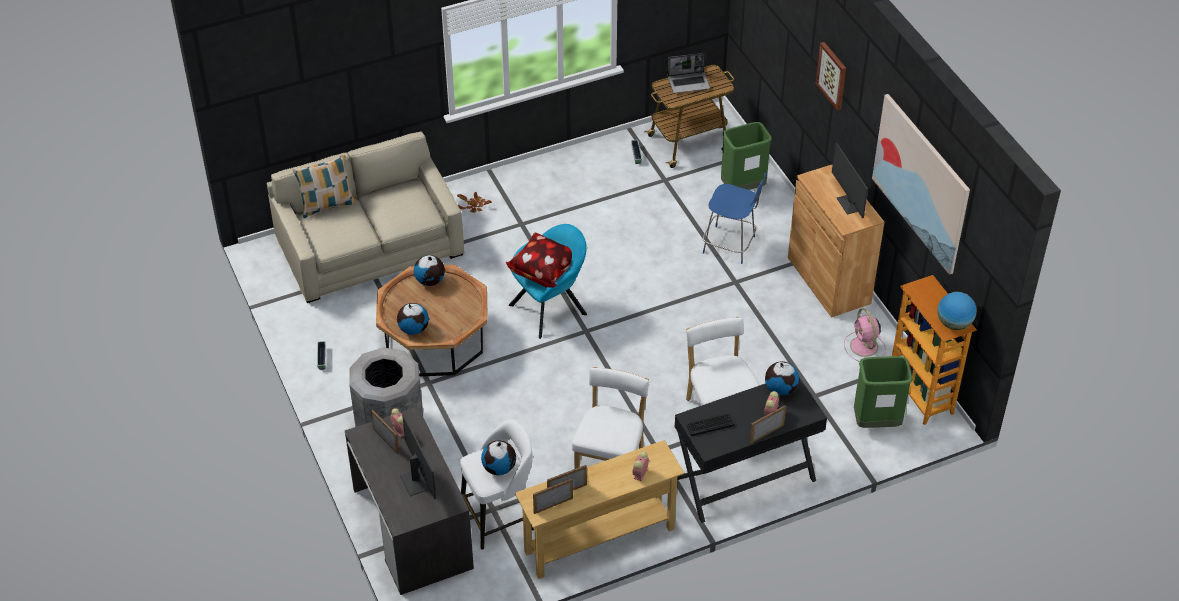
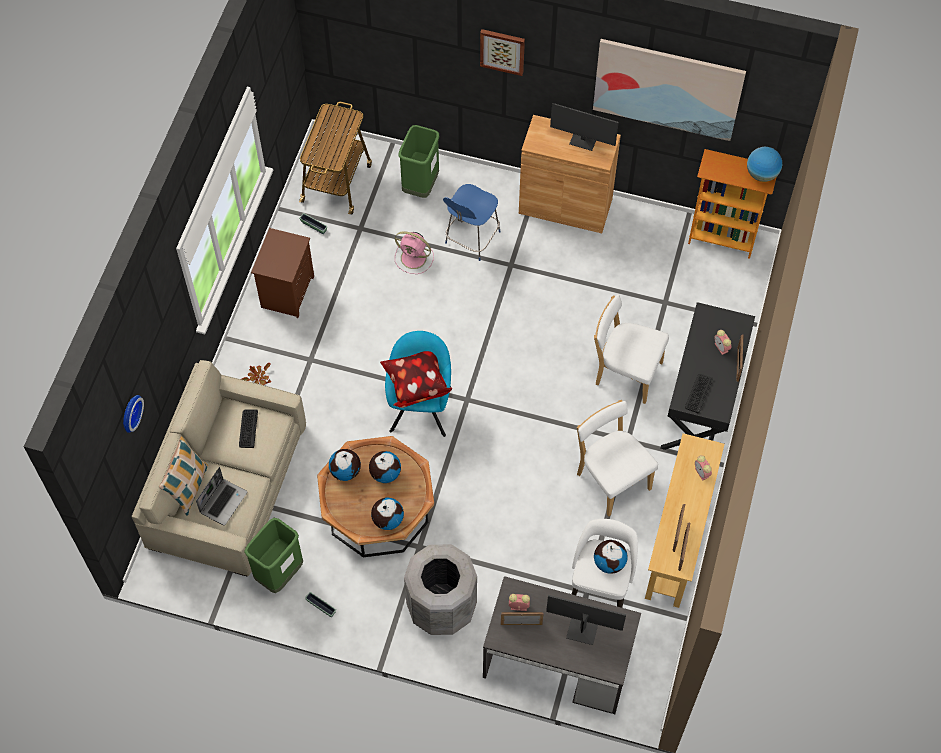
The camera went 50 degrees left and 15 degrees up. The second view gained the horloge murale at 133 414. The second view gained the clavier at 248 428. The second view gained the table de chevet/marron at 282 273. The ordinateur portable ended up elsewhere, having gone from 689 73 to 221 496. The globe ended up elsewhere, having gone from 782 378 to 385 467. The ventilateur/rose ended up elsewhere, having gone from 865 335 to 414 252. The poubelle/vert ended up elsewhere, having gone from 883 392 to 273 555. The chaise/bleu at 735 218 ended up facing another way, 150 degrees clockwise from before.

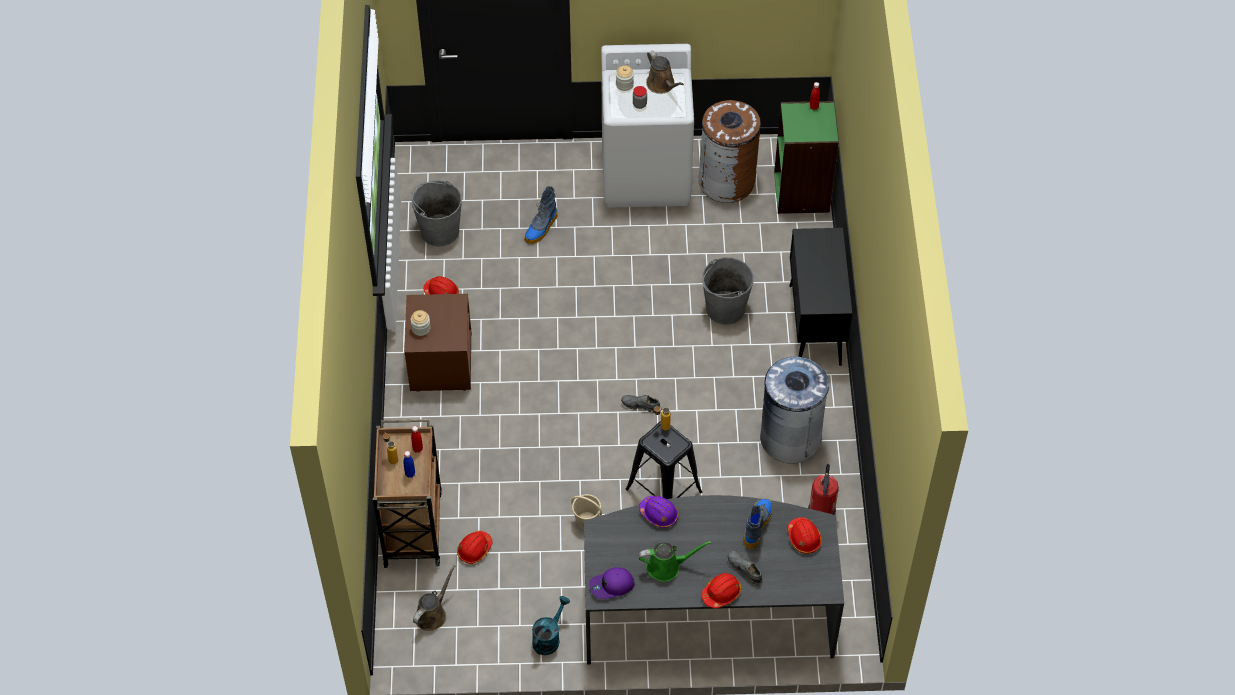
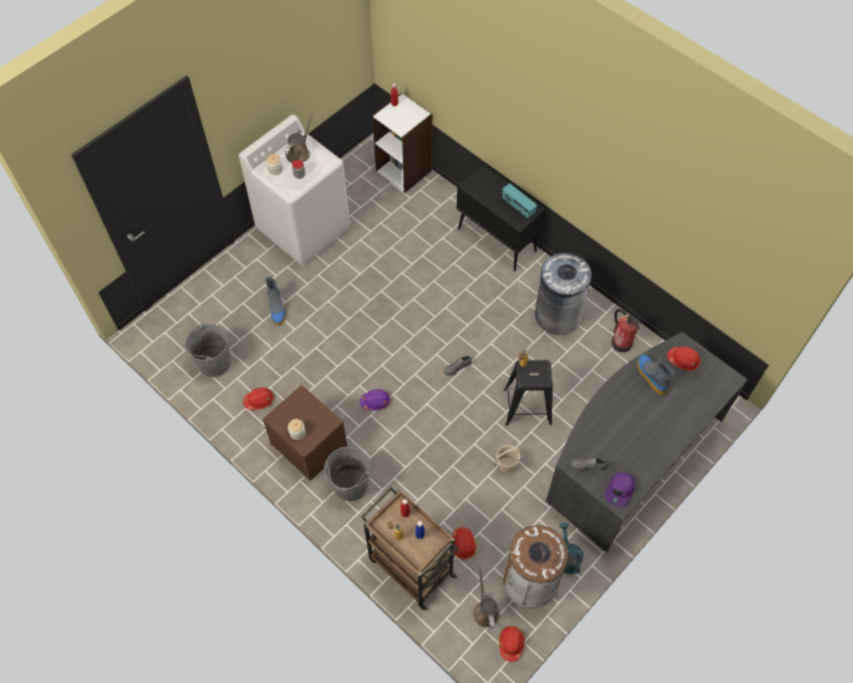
The camera went 45 degrees left and 5 degrees up. The second view lost the arrosoir/vert at 675 561. The second view gained the radio at 519 200. The casque de chantier/violet ended up elsewhere, having gone from 658 512 to 375 400. The poubelle/marron ended up elsewhere, having gone from 729 151 to 536 566. The casque de chantier/rouge ended up elsewhere, having gone from 721 590 to 512 644. The seau/gris ended up elsewhere, having gone from 727 291 to 347 474. The chaussure/gris ended up elsewhere, having gone from 745 568 to 589 464. What was the bibliothèque/vert at 806 157 turned into the bibliothèque/blanc at 402 143. The arrosoir/marron at 665 72 ended up facing another way, 75 degrees counterclockwise from before.

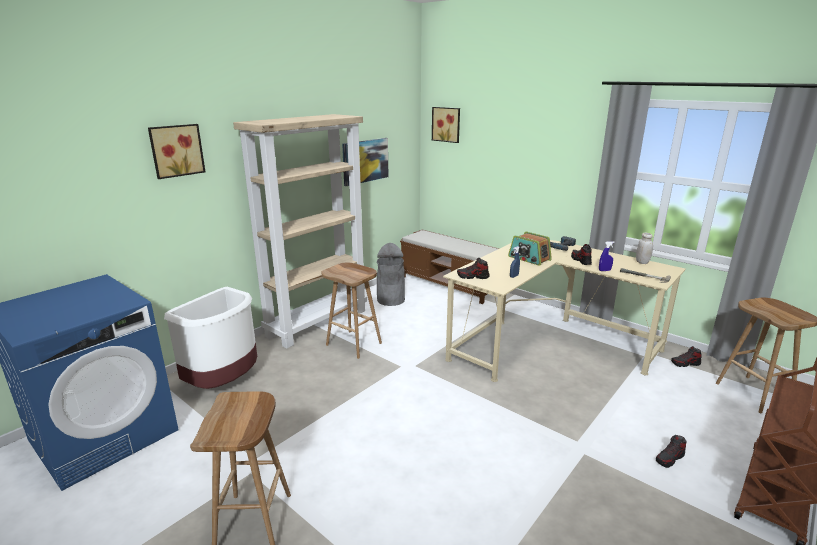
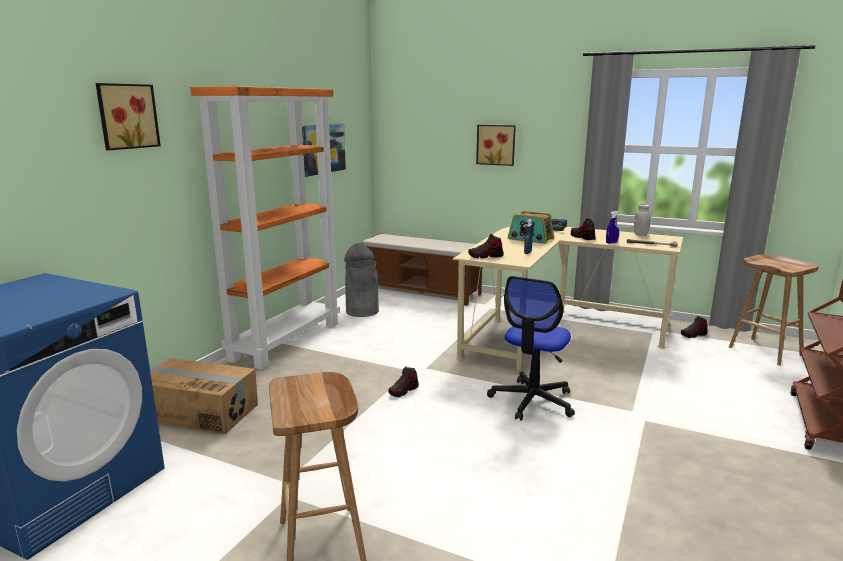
The camera went 15 degrees left and 5 degrees down. The second view lost the tabouret/marron at 351 311. The second view gained the chaise de bureau at 531 348. The tableau ended up elsewhere, having gone from 446 125 to 496 145. The chaussure ended up elsewhere, having gone from 671 451 to 403 382. Where the poubelle/blanc stood at 210 338, the carton came to stand at 204 396. What was the bibliothèque/beige at 300 231 turned into the bibliothèque/orange at 265 228.

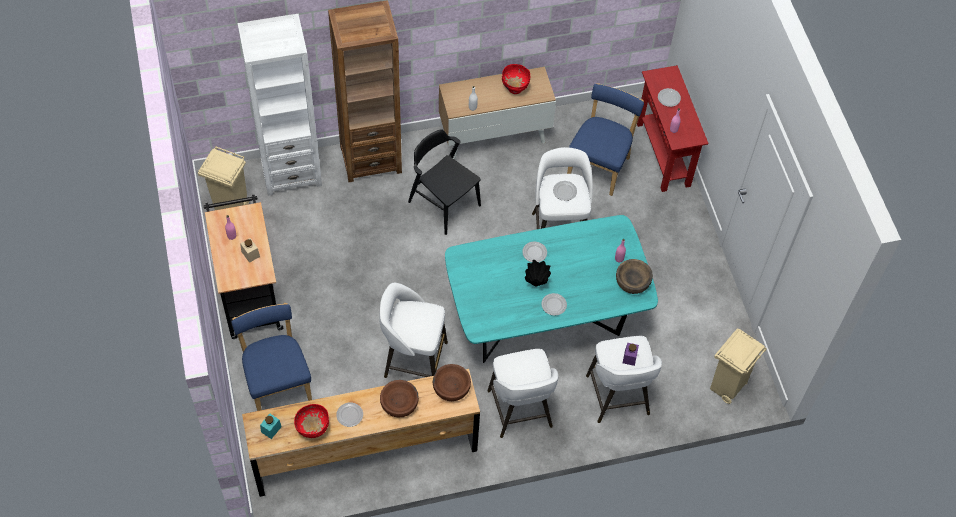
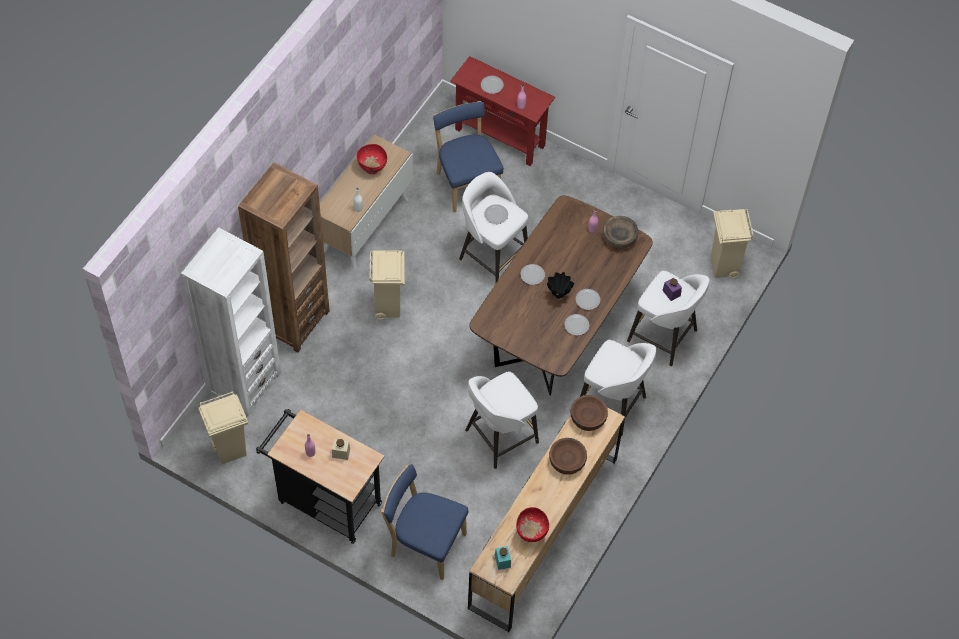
The camera went 45 degrees left and 0 degrees up. The assiette ended up elsewhere, having gone from 349 414 to 576 324. Where the chaise/noir stood at 444 182, the poubelle/beige came to stand at 387 285. What was the table à manger/turquoise at 551 289 turned into the table à manger/marron at 561 296.

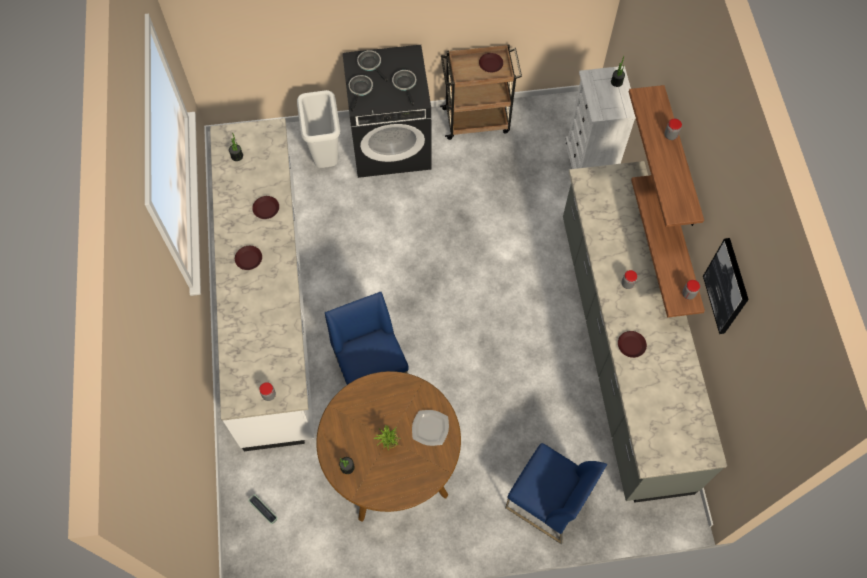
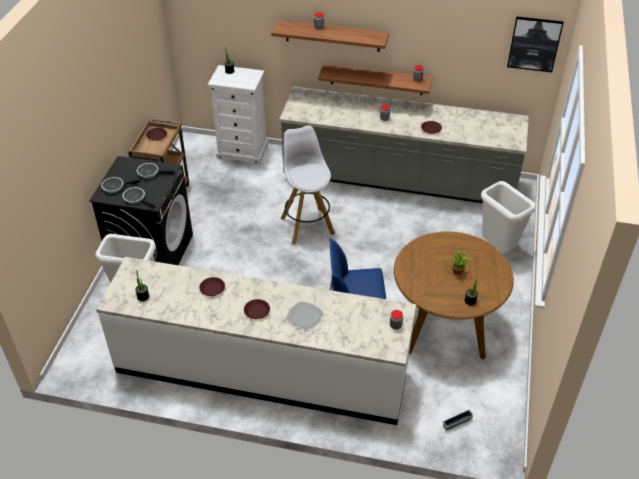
The camera went 70 degrees left and 20 degrees down. The second view gained the tabouret/blanc at 308 185. The assiette ended up elsewhere, having gone from 430 428 to 304 315. The tableau ended up elsewhere, having gone from 726 286 to 535 44. Where the chaise/bleu stood at 556 493, the poubelle/blanc came to stand at 508 217.

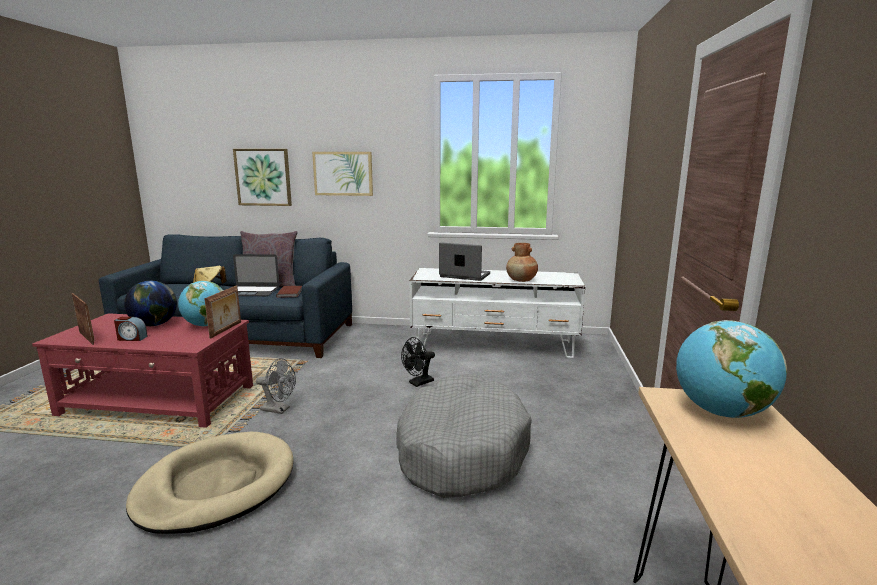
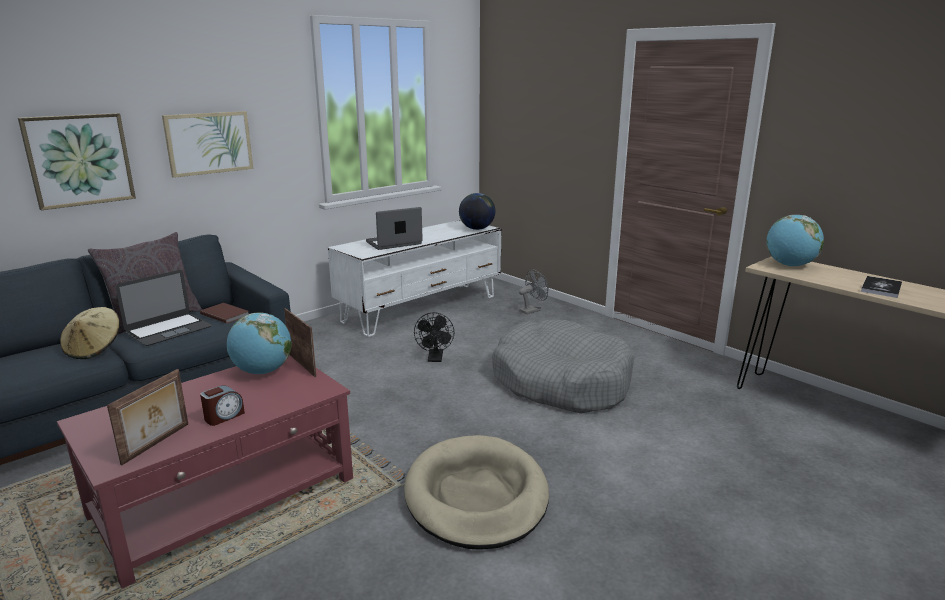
The camera went 50 degrees left and 5 degrees up. The second view lost the vase/marron at 522 262. The second view gained the livre at 881 287. The globe ended up elsewhere, having gone from 150 303 to 477 211. The ventilateur/gris ended up elsewhere, having gone from 276 386 to 534 291. The cadre photo at 83 319 ended up facing another way, 120 degrees clockwise from before.

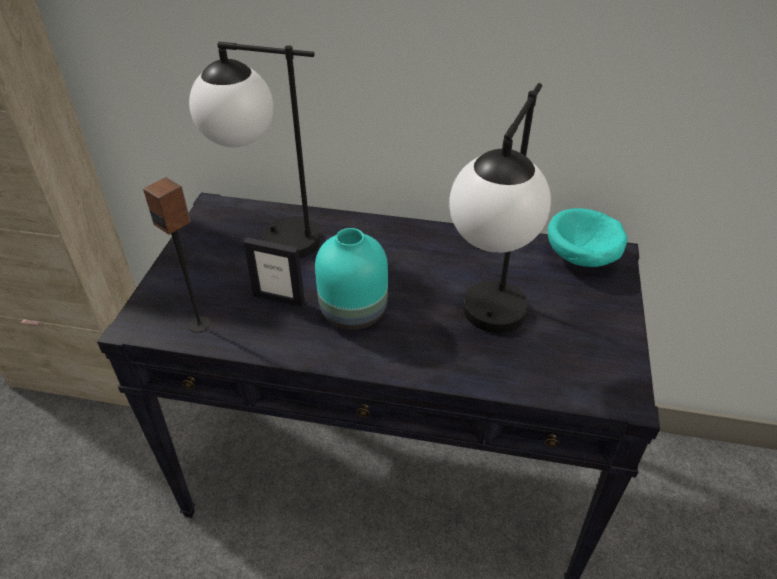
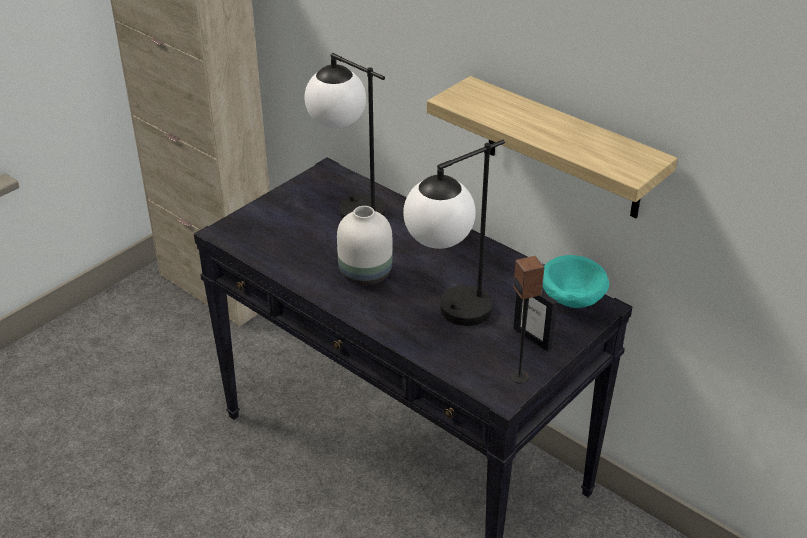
The camera went 30 degrees right and 5 degrees down. The second view gained the étagère at 552 147. The enceinte ended up elsewhere, having gone from 177 255 to 527 319. The cadre photo ended up elsewhere, having gone from 274 272 to 535 321. What was the vase/turquoise at 351 279 turned into the vase/blanc at 364 246.

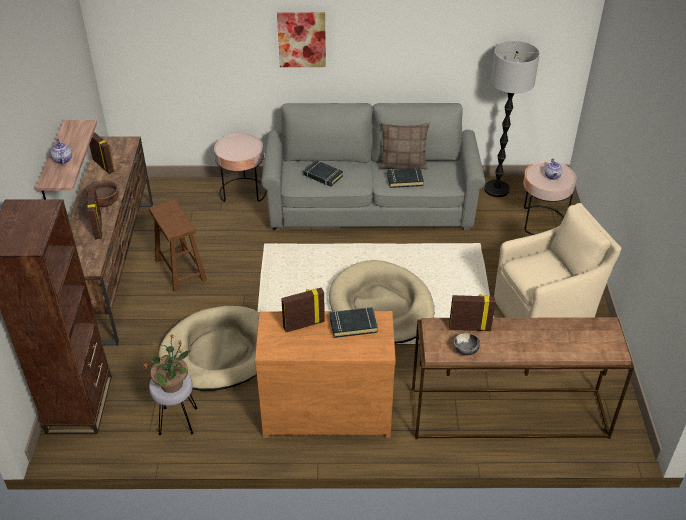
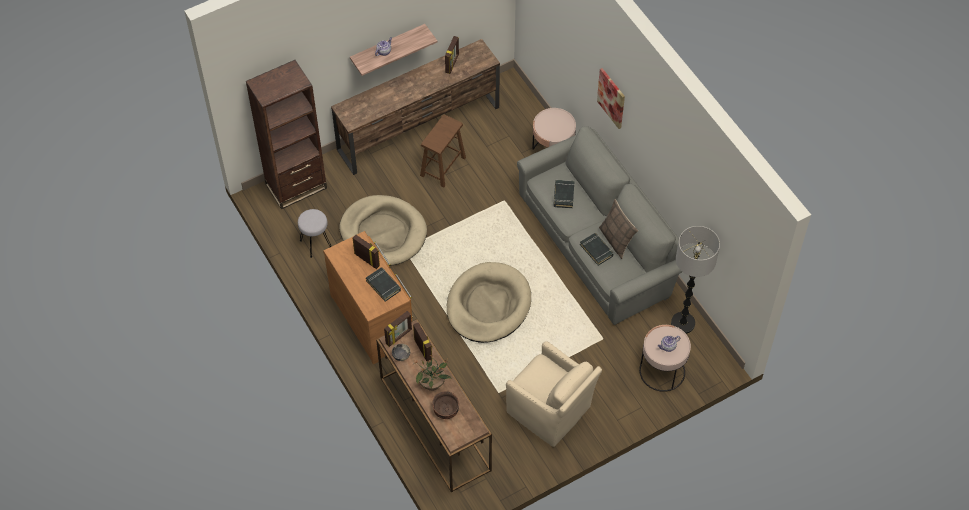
The camera went 60 degrees right and 15 degrees up. The bol/marron ended up elsewhere, having gone from 102 193 to 445 405. The cadre photo ended up elsewhere, having gone from 95 214 to 398 329. The plante en pot ended up elsewhere, having gone from 167 363 to 432 373.

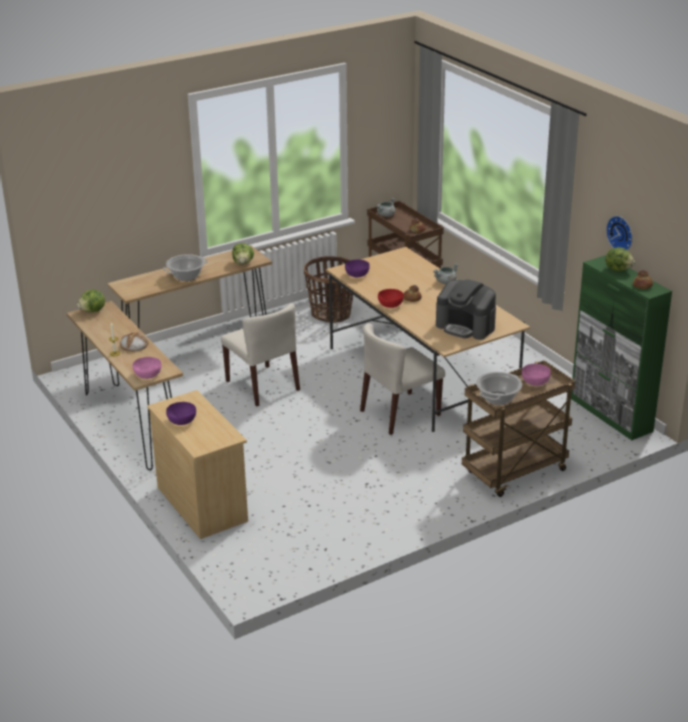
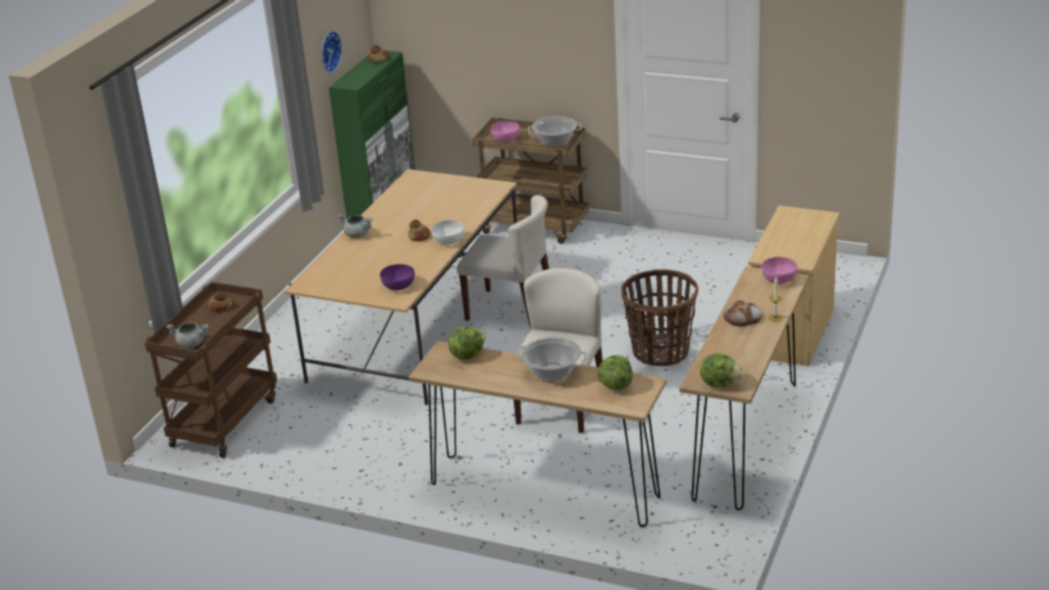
The camera went 125 degrees left and 0 degrees up. The second view lost the bol/violet at 181 413. The second view lost the machine à café at 466 309. The panier ended up elsewhere, having gone from 328 289 to 659 317. The laitue ended up elsewhere, having gone from 620 259 to 615 372. What was the bol/rouge at 391 298 turned into the bol/blanc at 447 232.

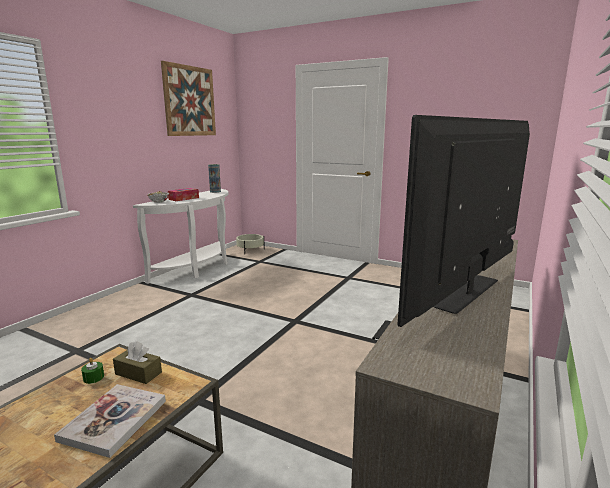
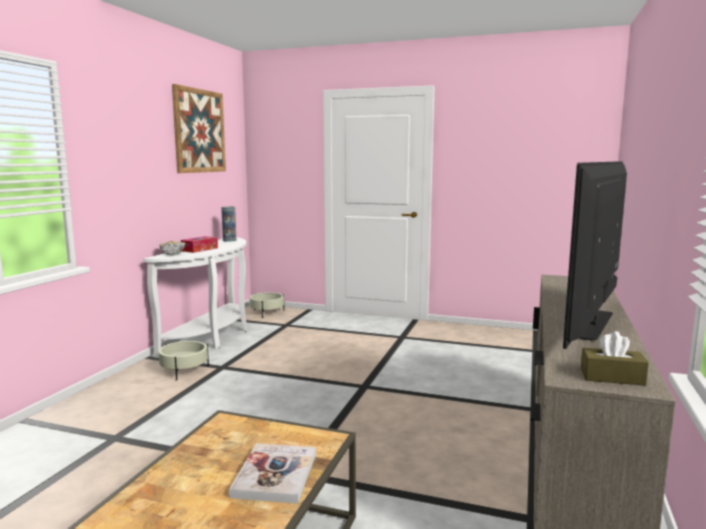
The camera went 10 degrees left and 5 degrees down. The second view lost the bougie/vert at 92 371. The second view gained the cache-pot/beige at 183 360. The boîte à mouchoirs/marron ended up elsewhere, having gone from 137 362 to 615 358.

